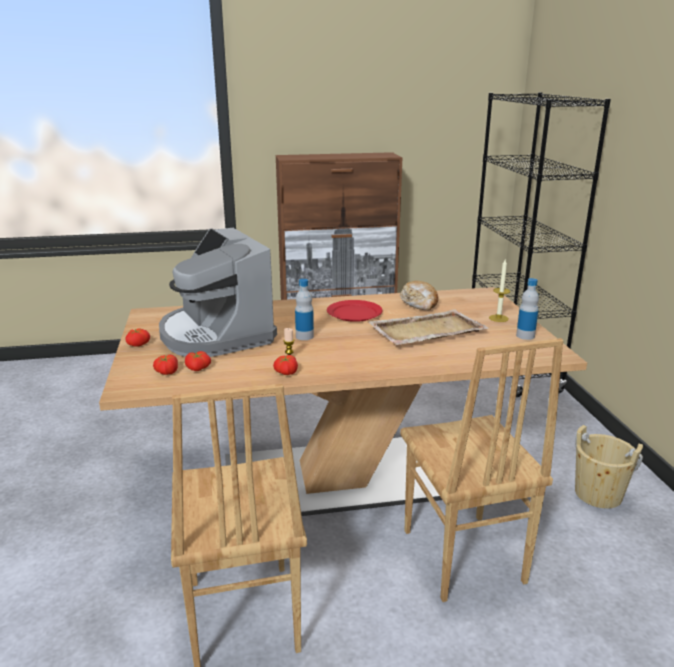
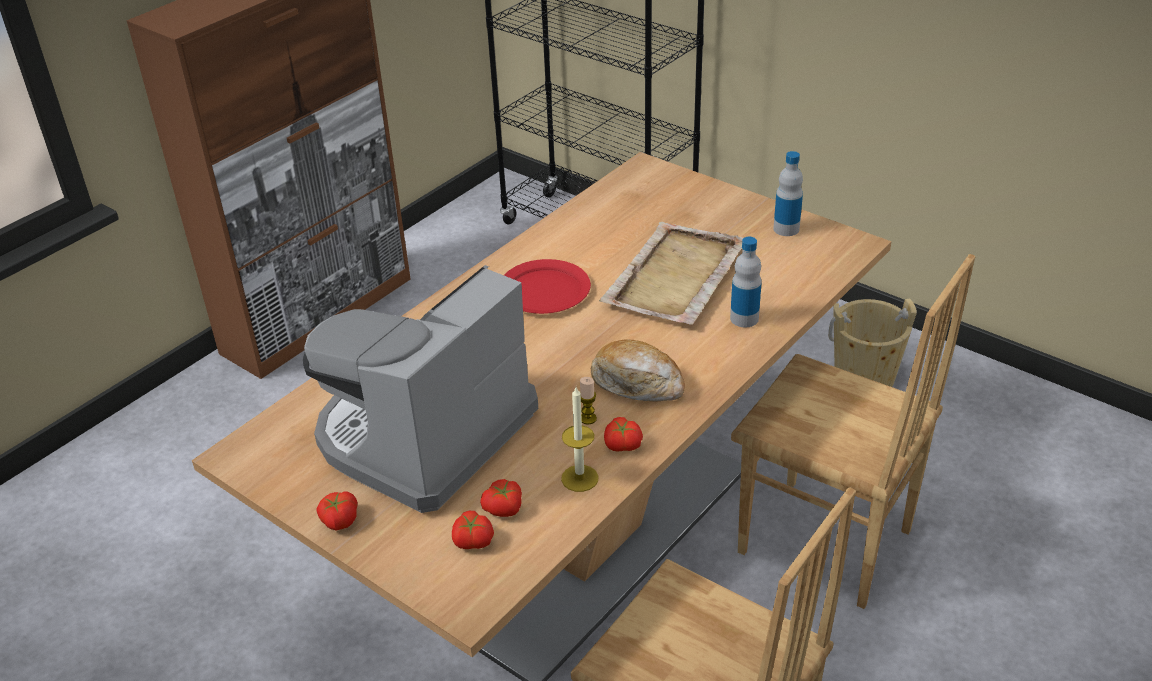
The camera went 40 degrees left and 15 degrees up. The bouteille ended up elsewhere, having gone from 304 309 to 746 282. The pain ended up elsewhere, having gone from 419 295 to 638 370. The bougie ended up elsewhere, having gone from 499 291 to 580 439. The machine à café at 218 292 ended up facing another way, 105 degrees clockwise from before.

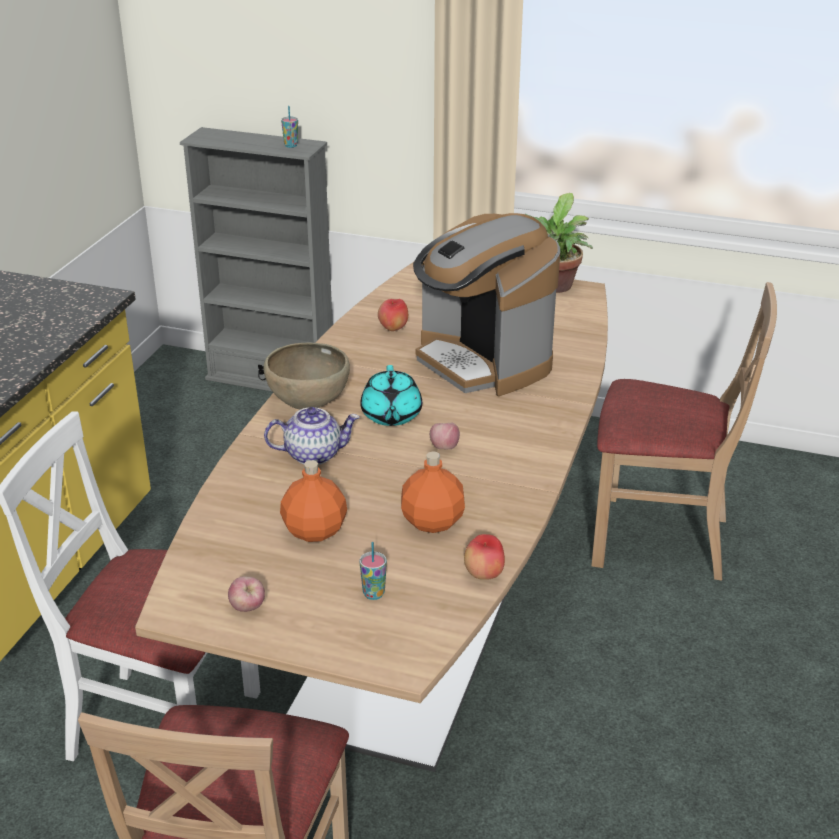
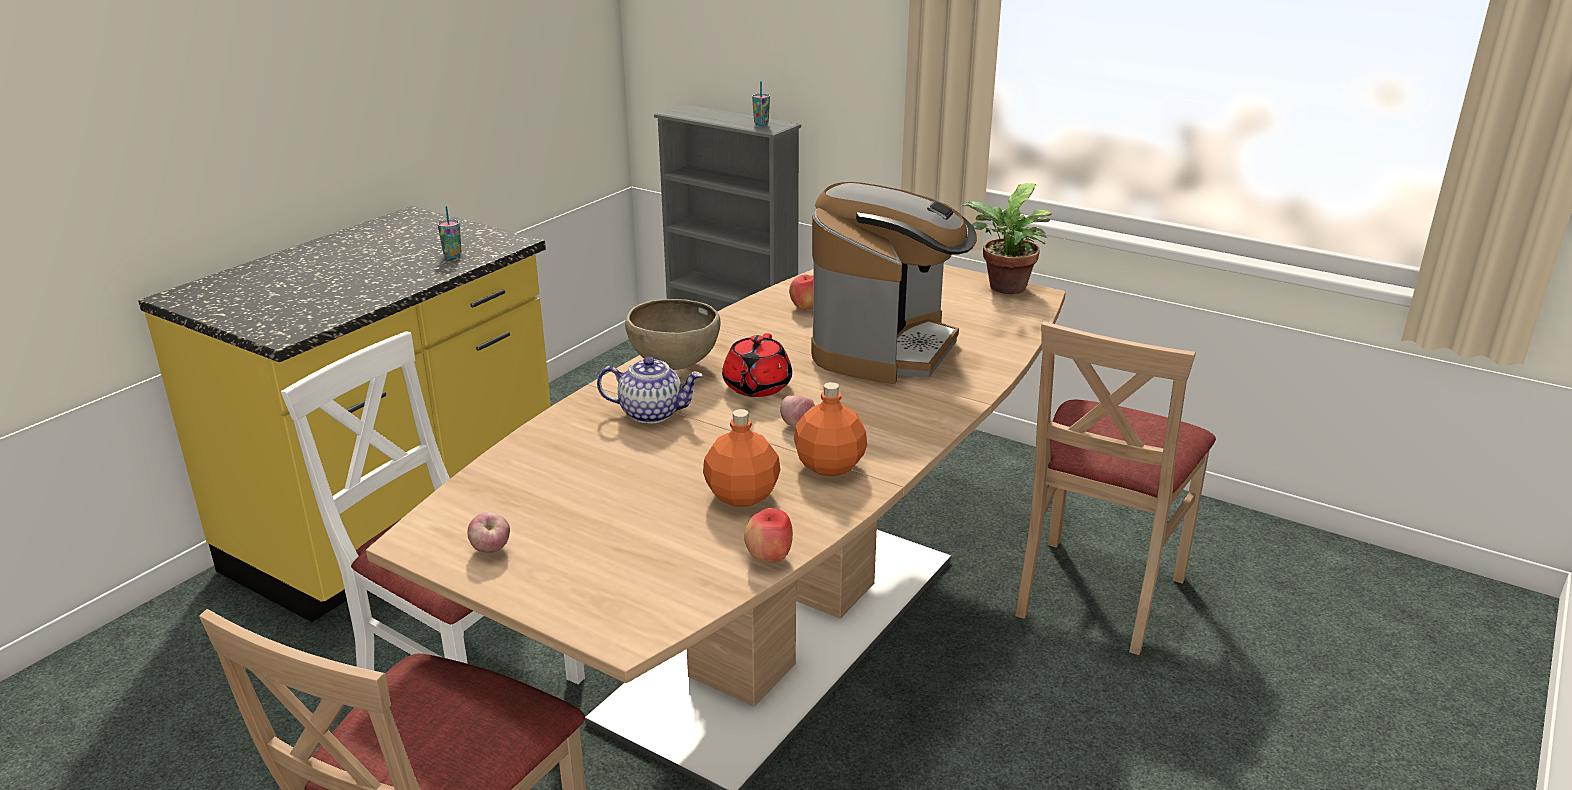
The camera went 15 degrees right and 5 degrees down. The bouteille/orange ended up elsewhere, having gone from 313 501 to 830 429. The tasse ended up elsewhere, having gone from 373 571 to 449 232. What was the théière/turquoise at 391 395 turned into the théière/rouge at 757 365. The machine à café at 486 304 ended up facing another way, 135 degrees counterclockwise from before. The chaise/beige at 684 431 ended up facing another way, 90 degrees clockwise from before.

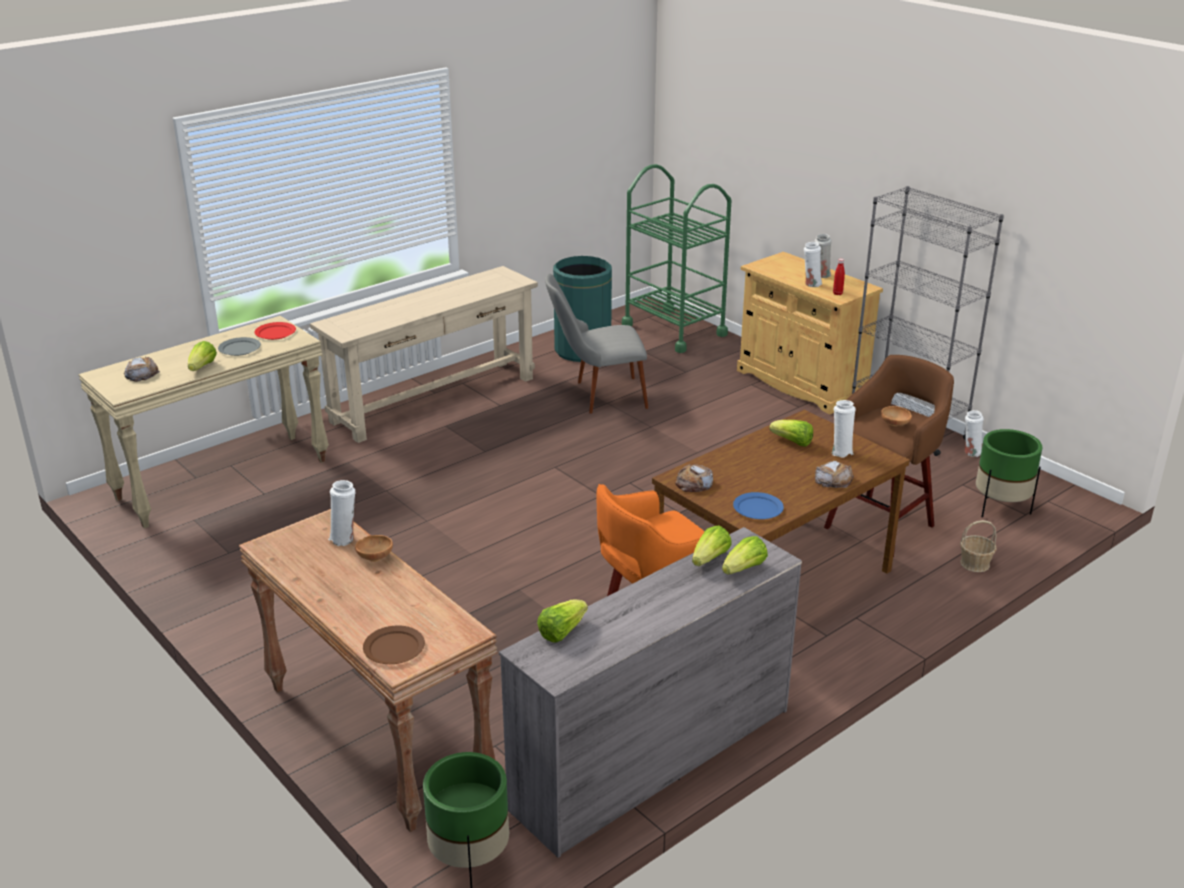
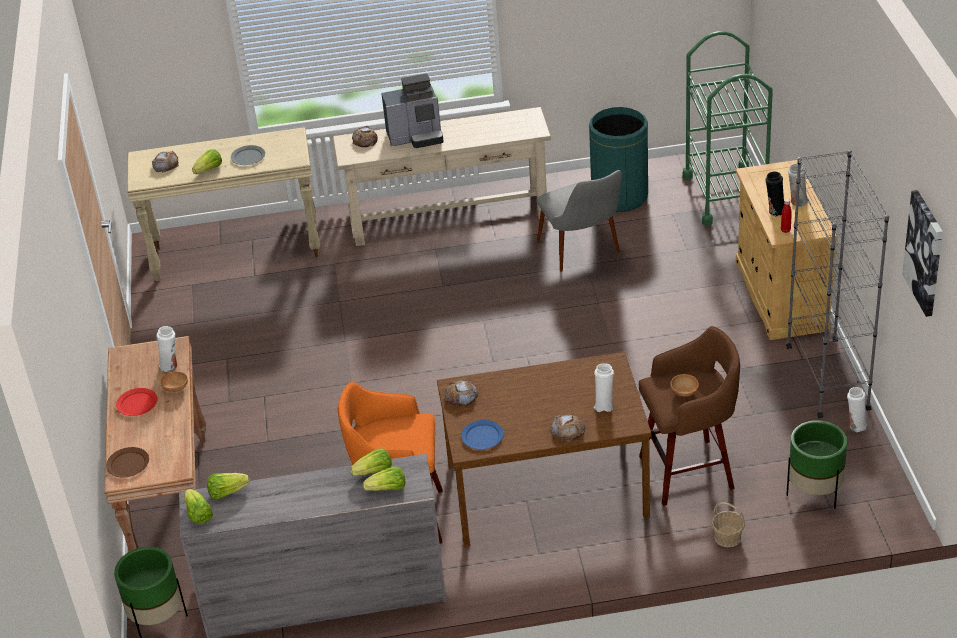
The camera went 35 degrees right and 10 degrees up. The second view gained the pain at 365 136. The second view gained the machine à café at 412 111. The second view gained the tableau at 922 253. The assiette/rouge ended up elsewhere, having gone from 275 331 to 136 402. The laitue ended up elsewhere, having gone from 791 433 to 198 506. What was the vase/blanc at 813 264 turned into the vase/noir at 774 193. The chaise/gris at 596 343 ended up facing another way, 135 degrees counterclockwise from before.

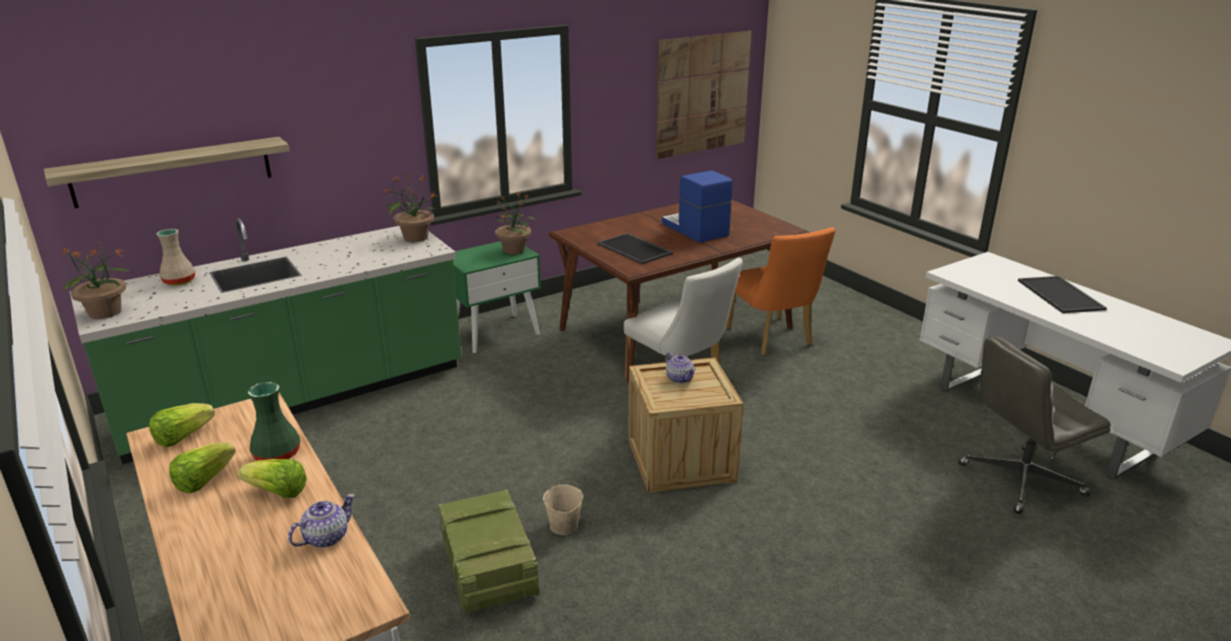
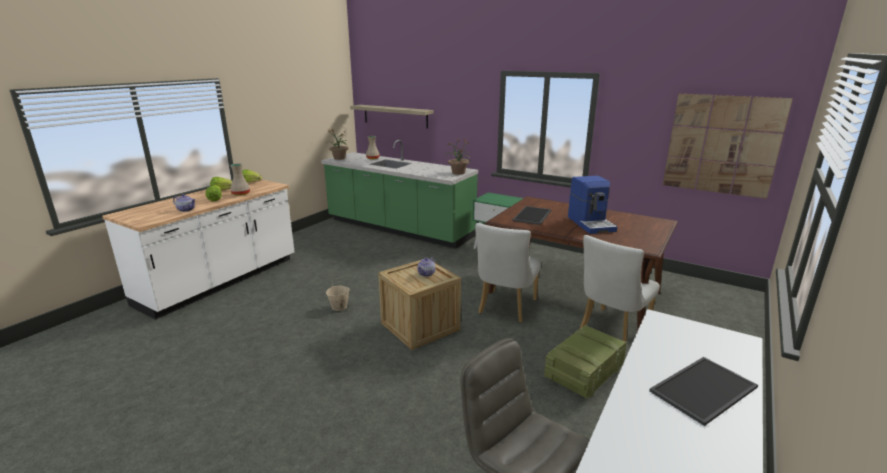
The camera went 65 degrees right and 5 degrees down. The second view lost the plante en pot at 515 223. The caisse ended up elsewhere, having gone from 488 552 to 585 362. What was the vase/vert at 274 421 turned into the vase/beige at 240 180. What was the chaise/orange at 781 291 turned into the chaise/blanc at 620 288. The machine à café at 697 206 ended up facing another way, 135 degrees clockwise from before.

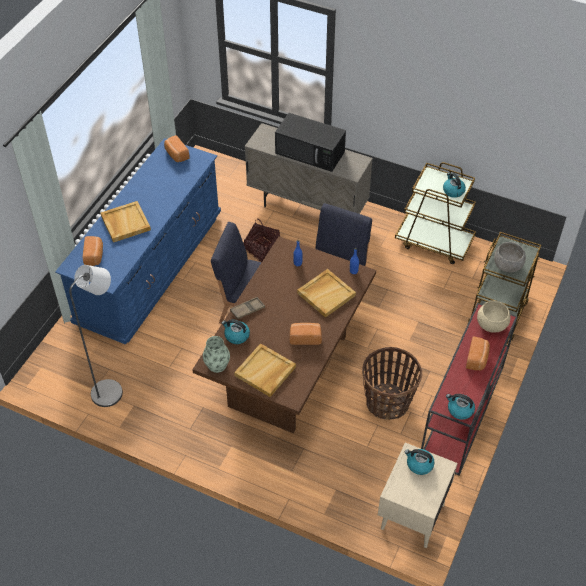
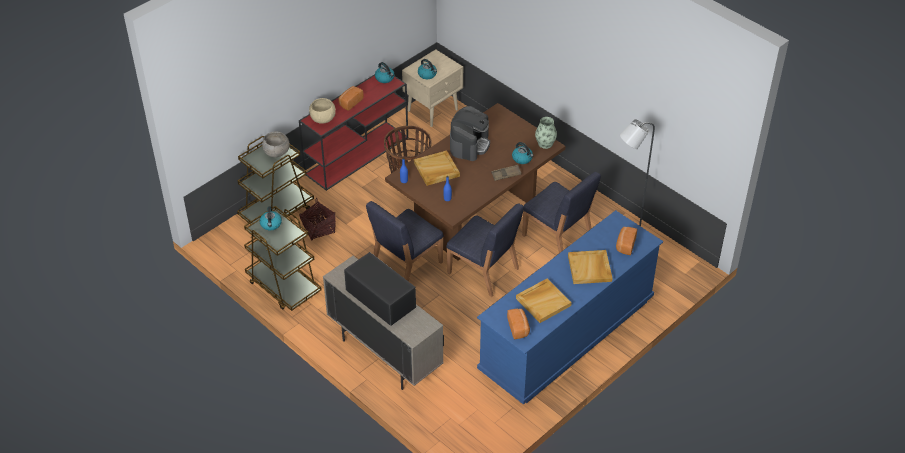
The camera went 160 degrees left and 5 degrees down. The second view gained the chaise/bleu at 561 212. The plateau/beige ended up elsewhere, having gone from 265 370 to 544 300. The panier ended up elsewhere, having gone from 262 240 to 317 219. Where the pain stood at 306 334, the machine à café came to stand at 470 133.

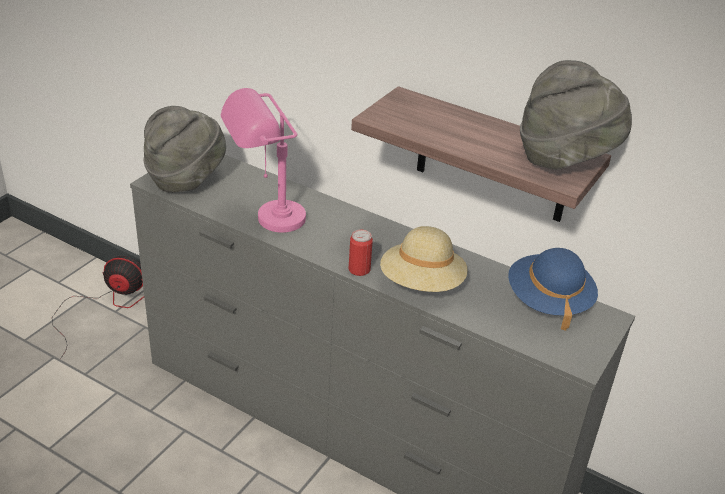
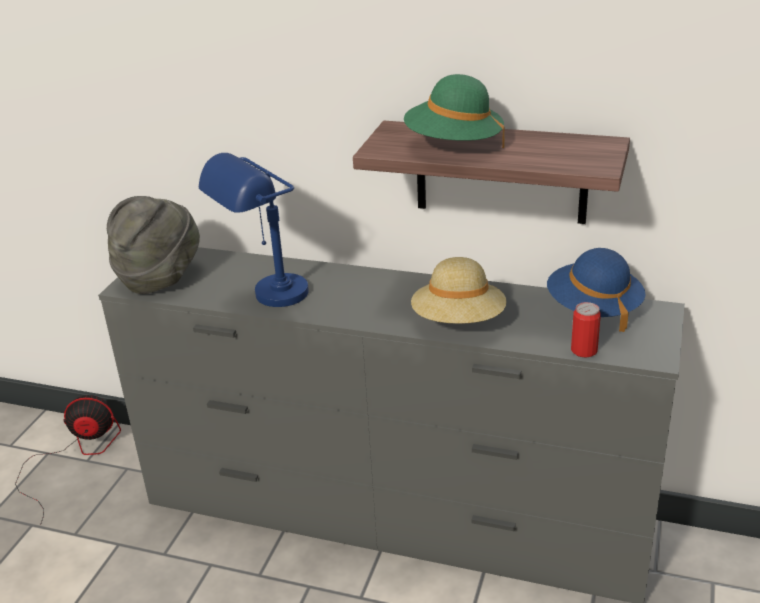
The camera went 10 degrees left and 5 degrees down. The second view lost the chapeau/gris at 576 115. The second view gained the chapeau/vert at 454 111. The boîte métallique ended up elsewhere, having gone from 360 253 to 586 330. What was the lampe de table/rose at 263 160 turned into the lampe de table/bleu at 254 230.

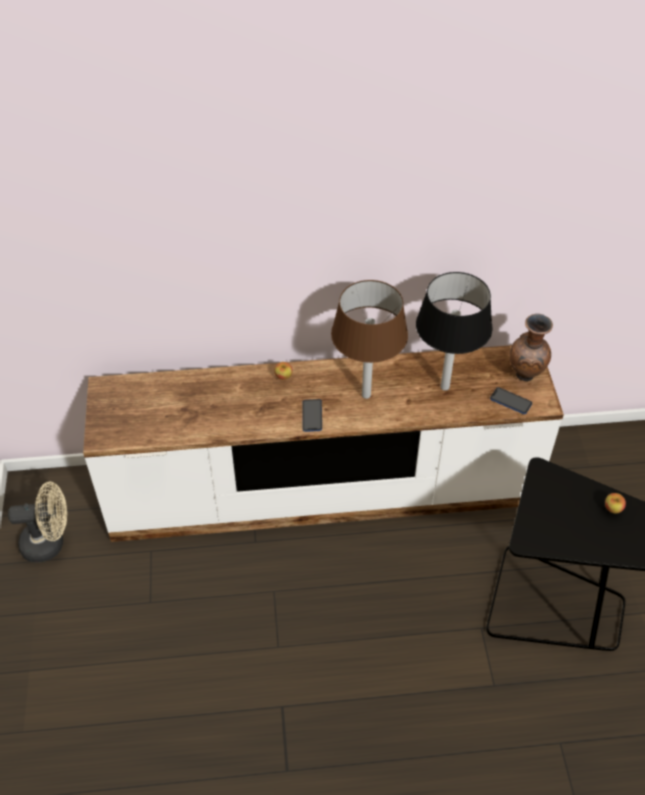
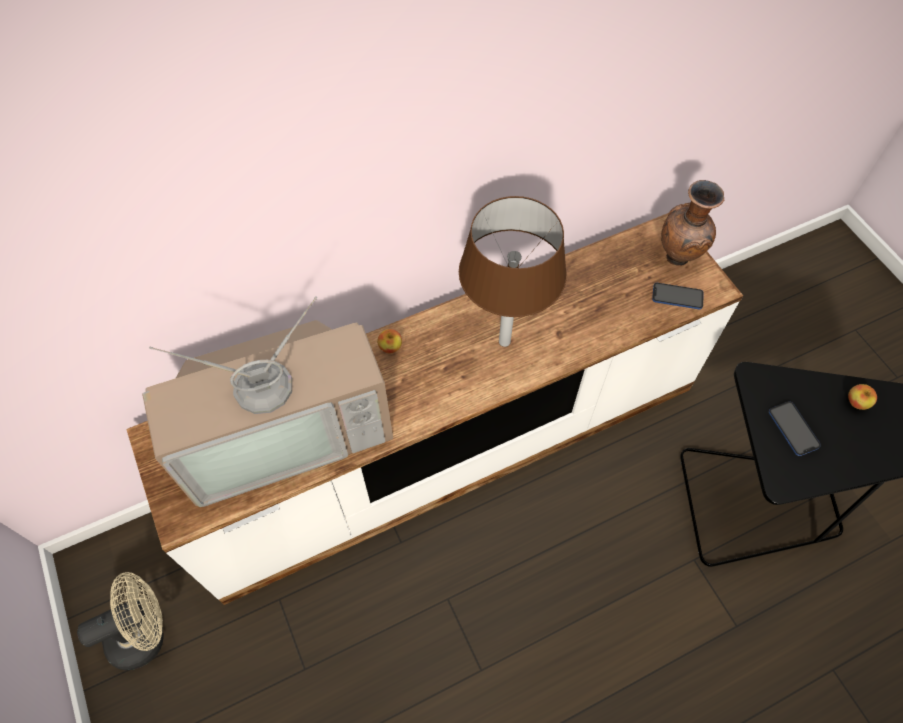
The camera went 20 degrees left and 10 degrees up. The second view lost the lampe de table/noir at 454 331. The second view gained the téléviseur at 267 401. The téléphone ended up elsewhere, having gone from 312 415 to 795 428.

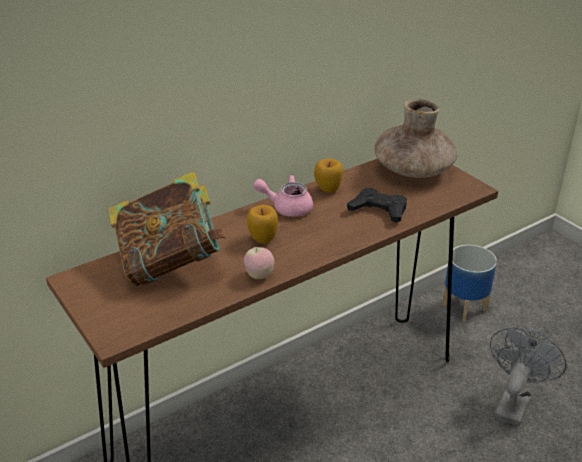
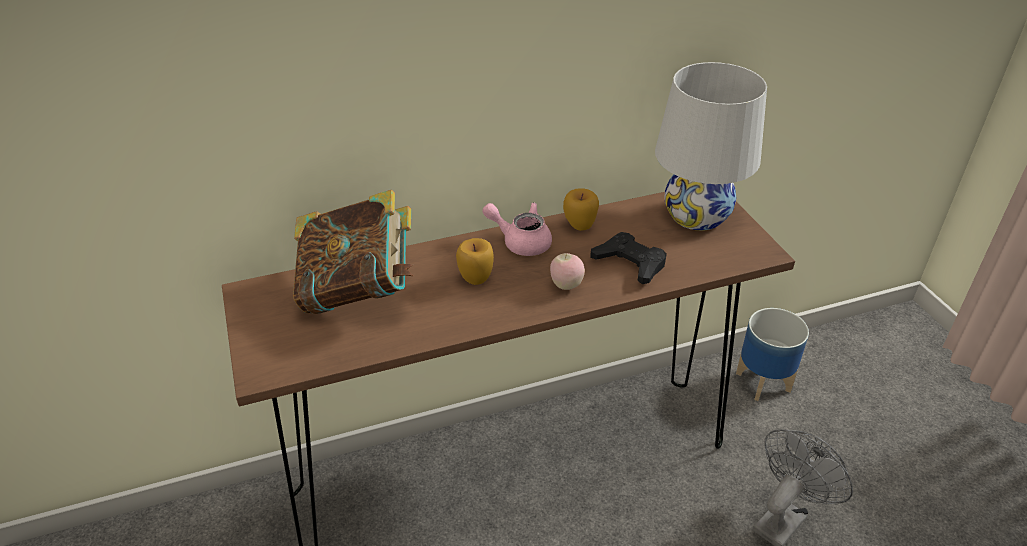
The camera went 15 degrees right and 5 degrees up. The pomme ended up elsewhere, having gone from 259 263 to 567 271. Where the vase/marron stood at 416 138, the lampe de table/blanc came to stand at 711 146.

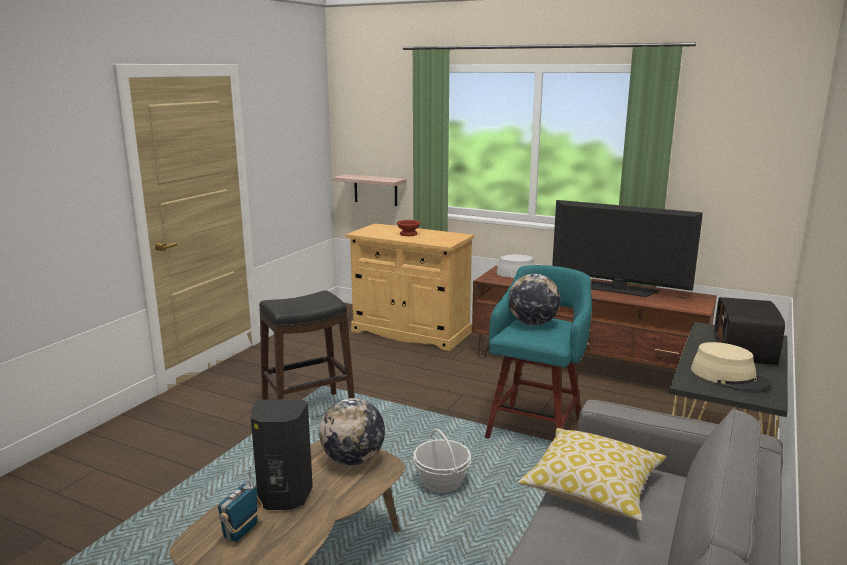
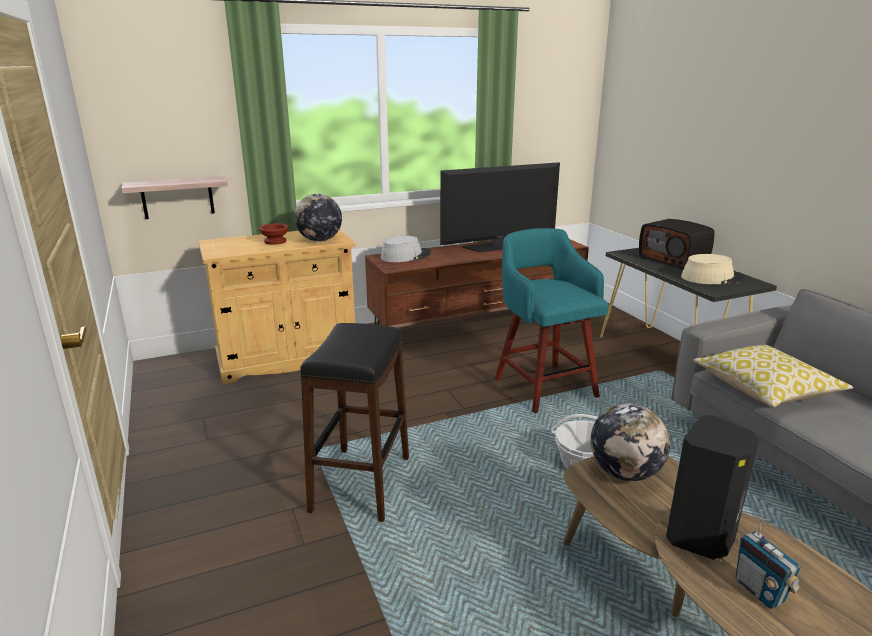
The camera went 50 degrees left and 5 degrees up. The globe ended up elsewhere, having gone from 534 299 to 318 217.

